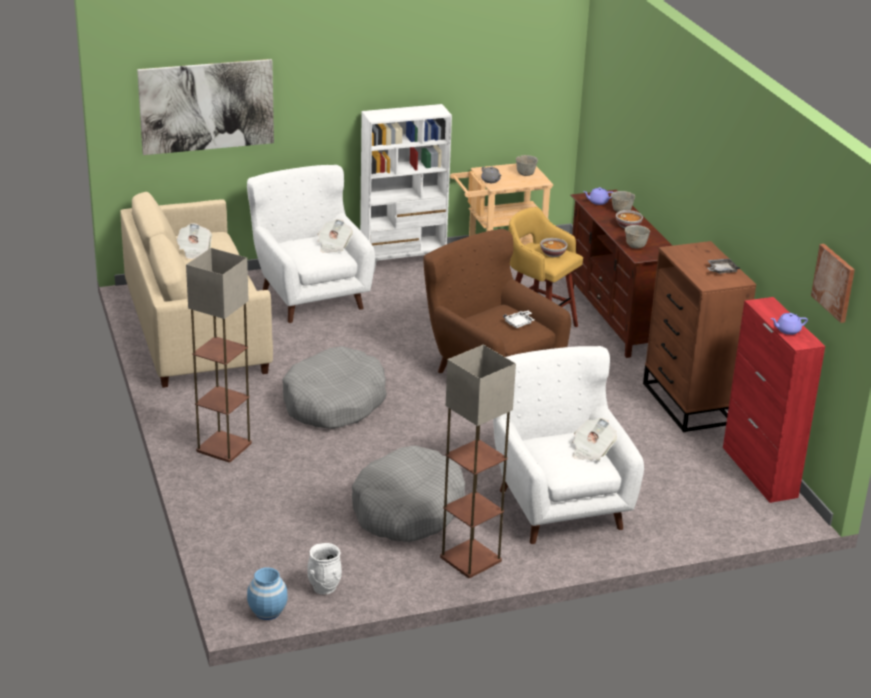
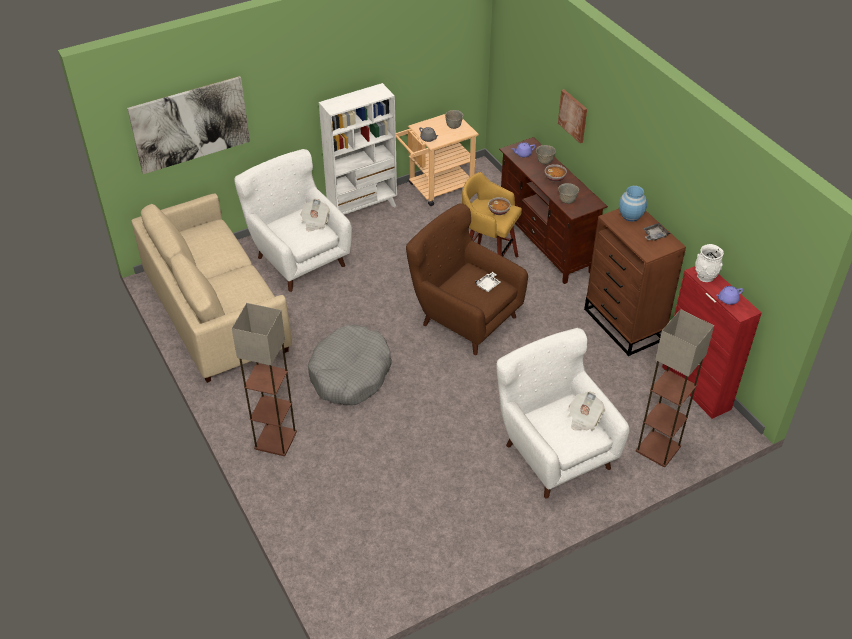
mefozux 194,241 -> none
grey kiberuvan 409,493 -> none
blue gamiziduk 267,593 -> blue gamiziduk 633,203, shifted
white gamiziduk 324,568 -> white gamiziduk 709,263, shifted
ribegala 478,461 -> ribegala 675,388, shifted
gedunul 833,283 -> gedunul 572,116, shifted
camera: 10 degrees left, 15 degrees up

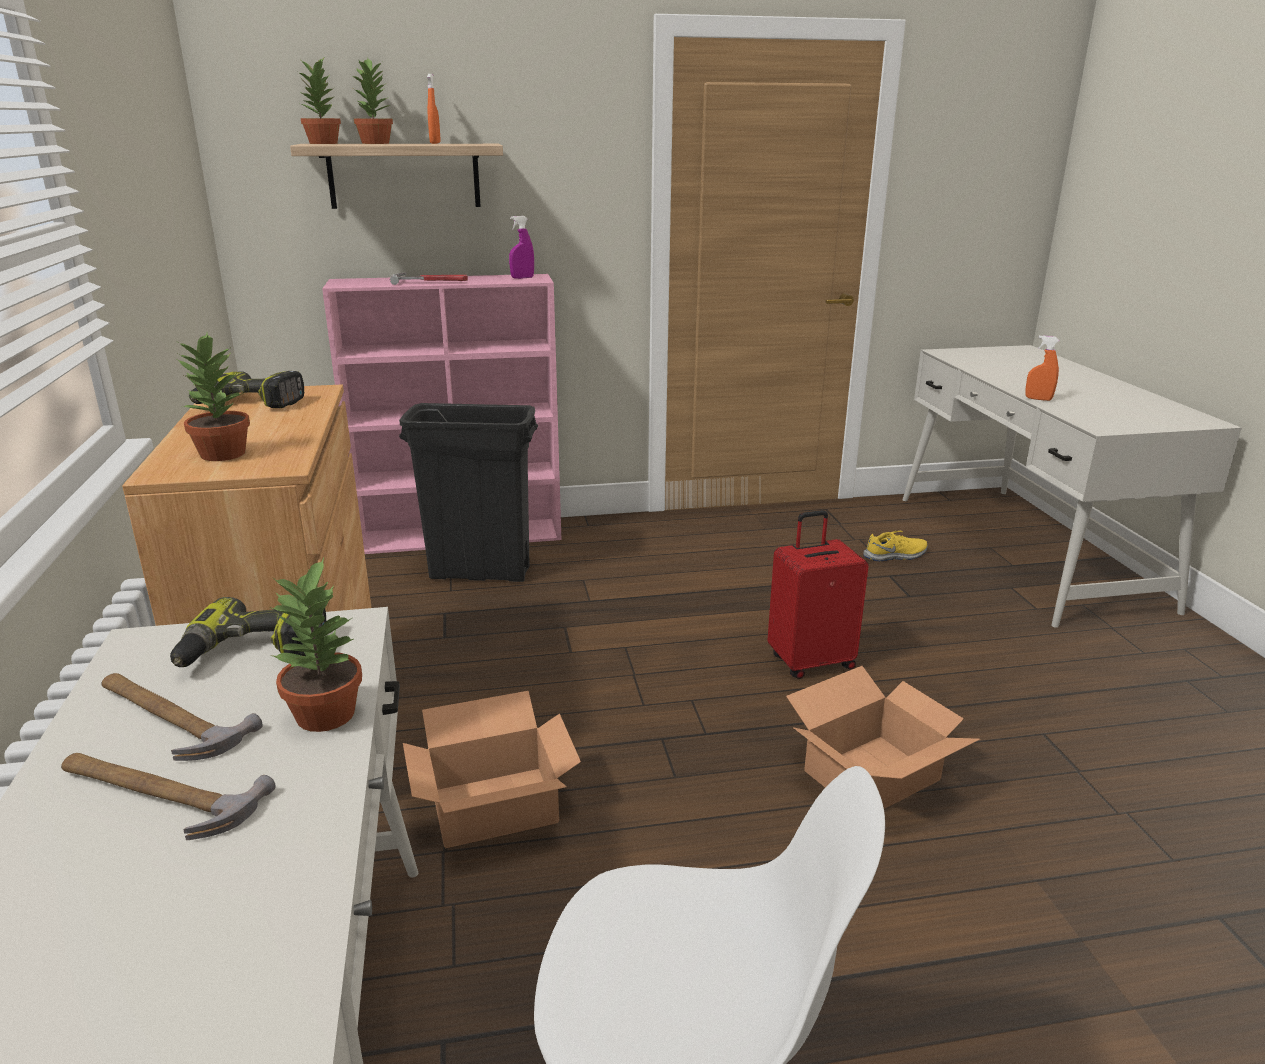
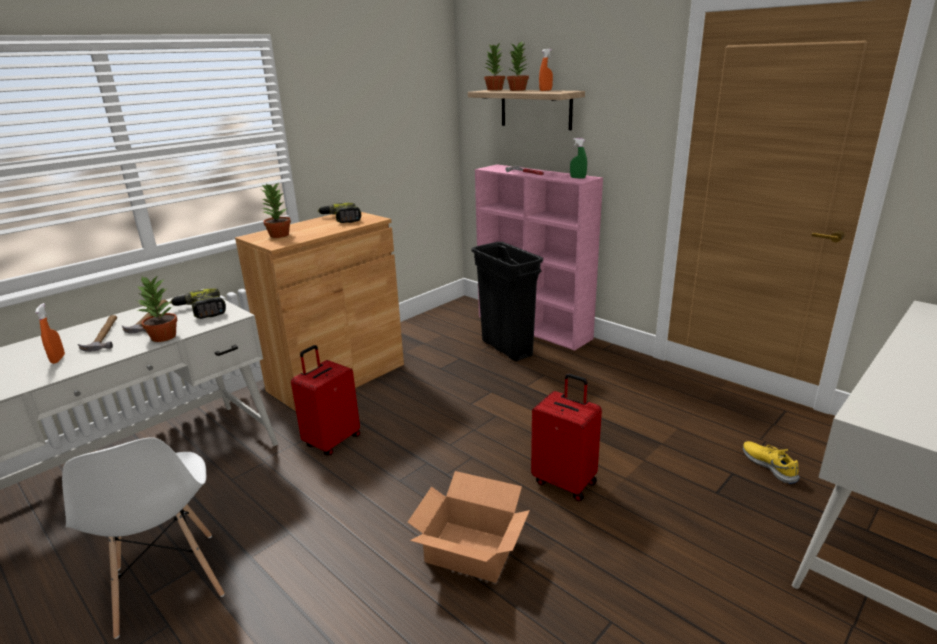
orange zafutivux 1042,368 -> orange zafutivux 50,333, shifted
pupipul 492,769 -> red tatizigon 325,400
purple zafutivux 521,247 -> green zafutivux 578,158
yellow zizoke 895,546 -> yellow zizoke 771,462, 150 degrees counterclockwise
camera: 55 degrees right, 0 degrees up

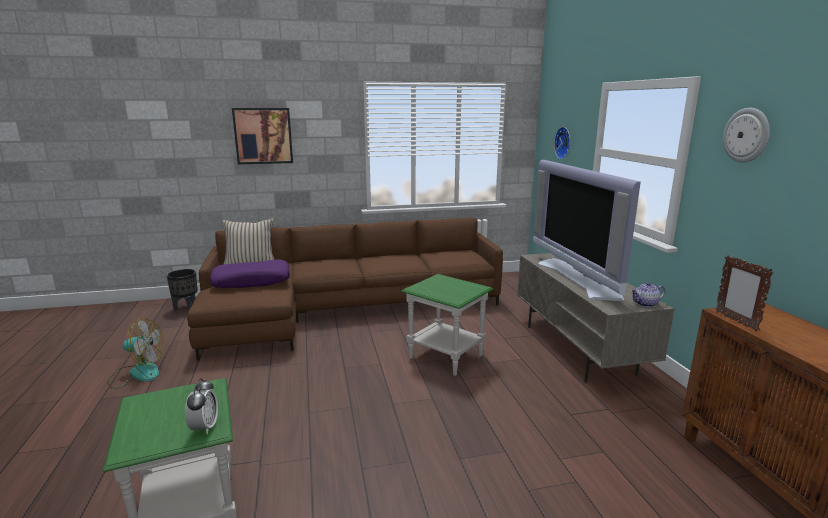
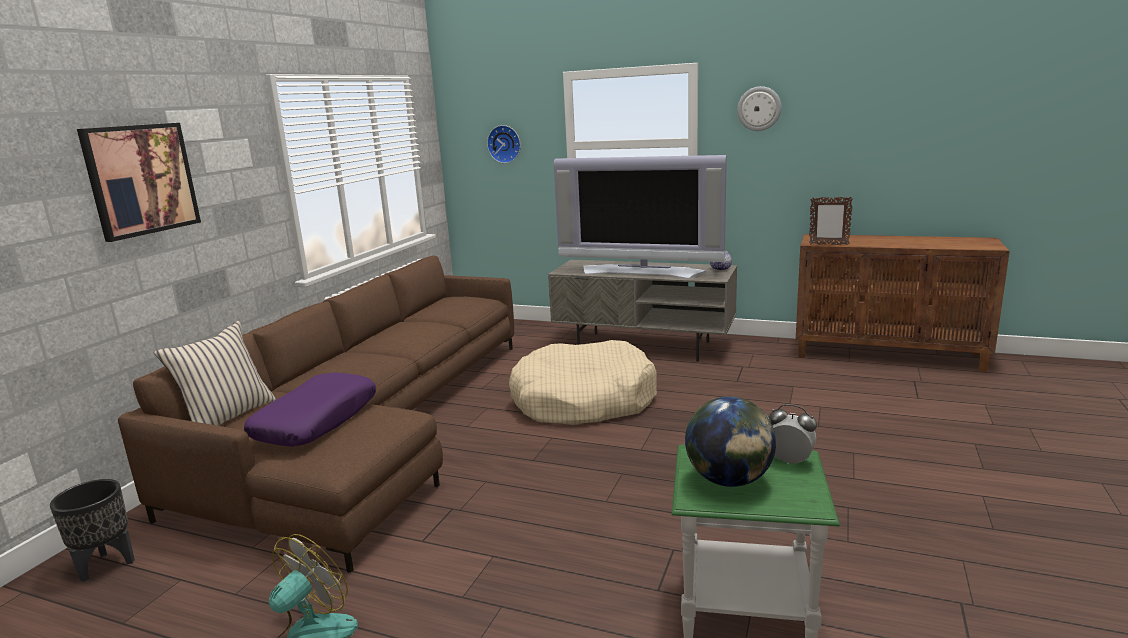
none -> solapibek 730,441
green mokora 447,325 -> beige kiberuvan 583,382
camera: 55 degrees left, 0 degrees up

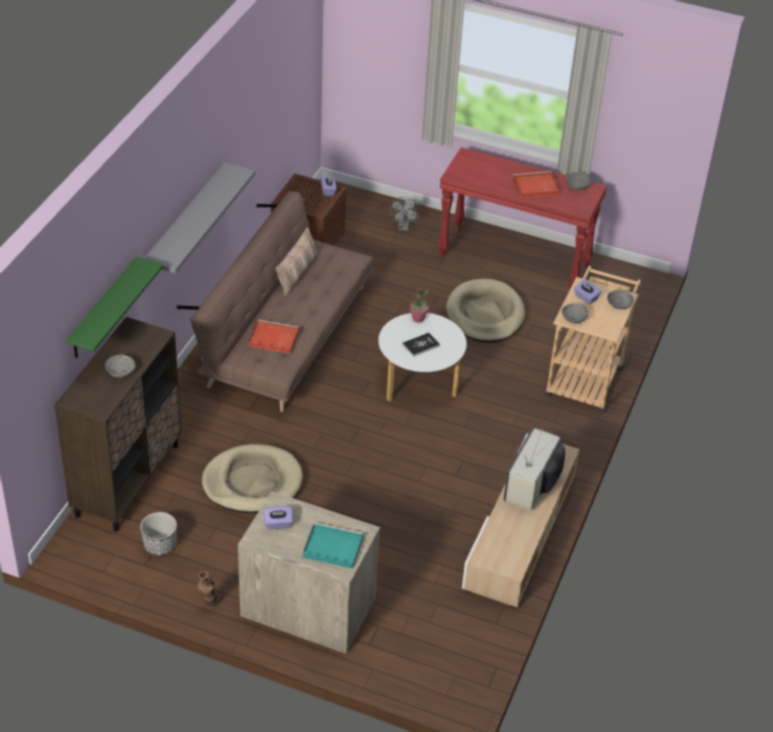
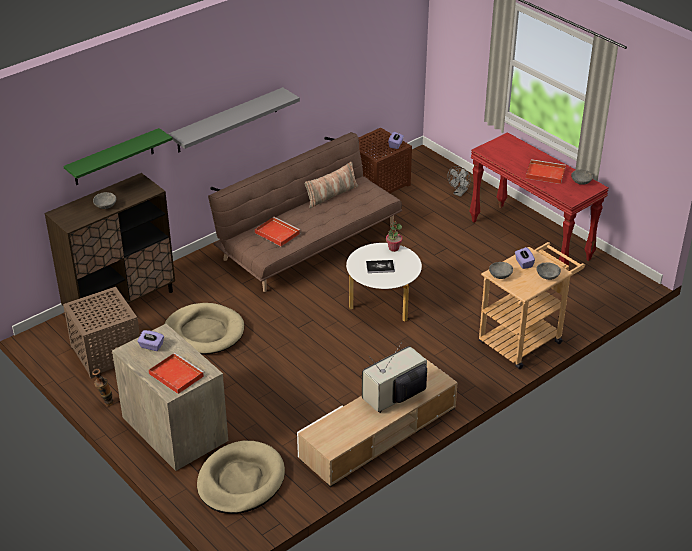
beige kiberuvan 485,310 -> beige kiberuvan 241,477, shifted
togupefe 158,534 -> brown mokora 101,333
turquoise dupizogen 333,545 -> red dupizogen 177,373
camera: 30 degrees right, 5 degrees down

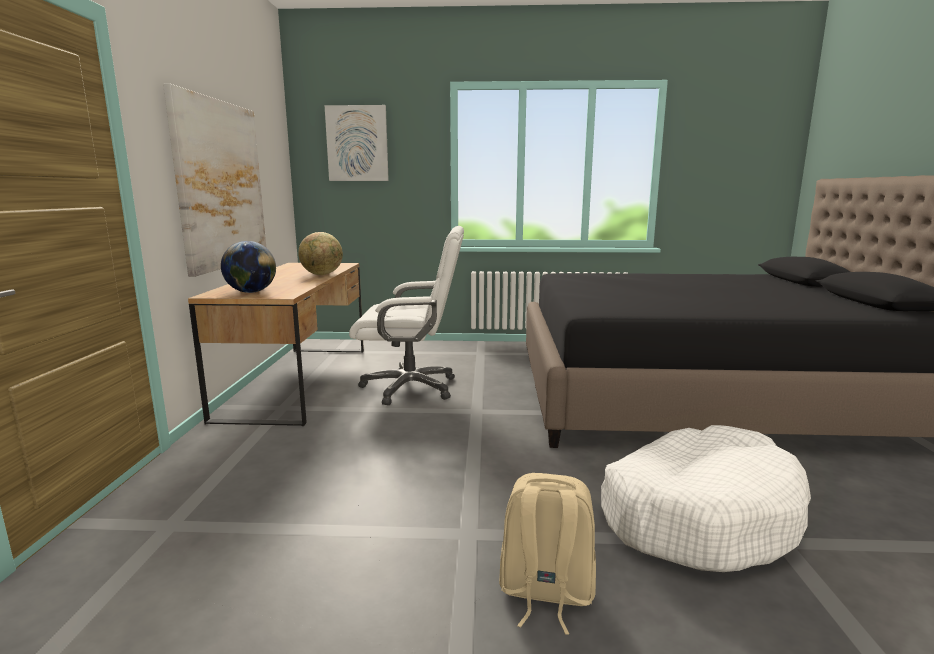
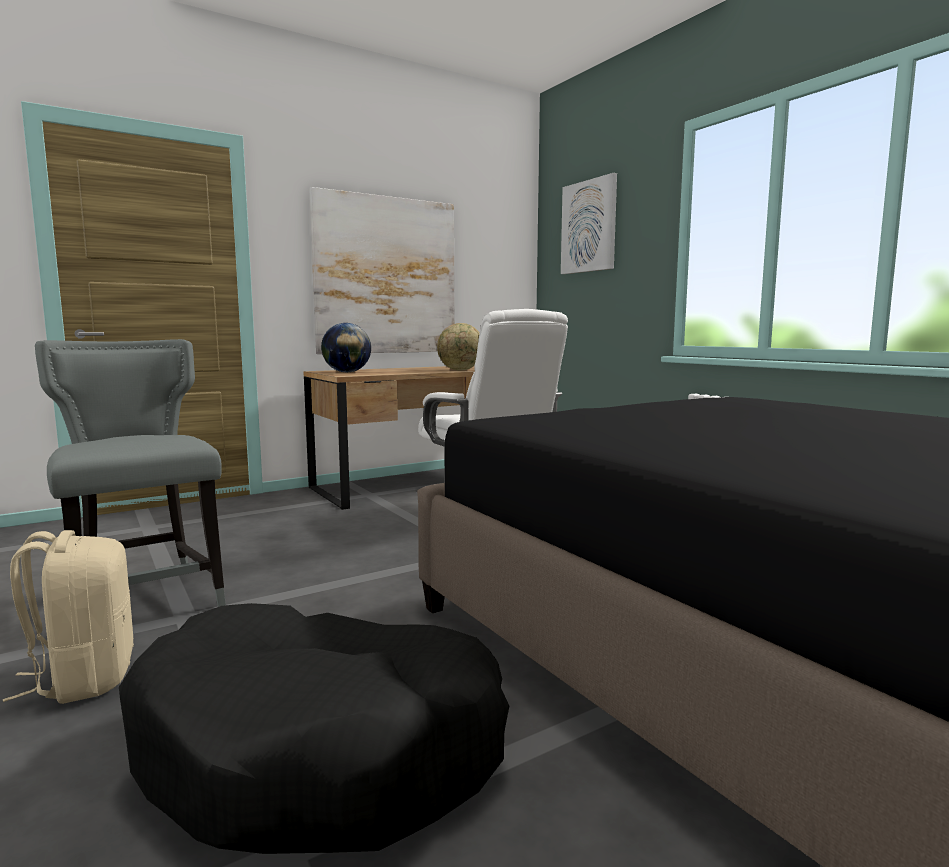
none -> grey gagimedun 130,473
white kiberuvan 706,498 -> black kiberuvan 314,728
camera: 55 degrees right, 5 degrees down

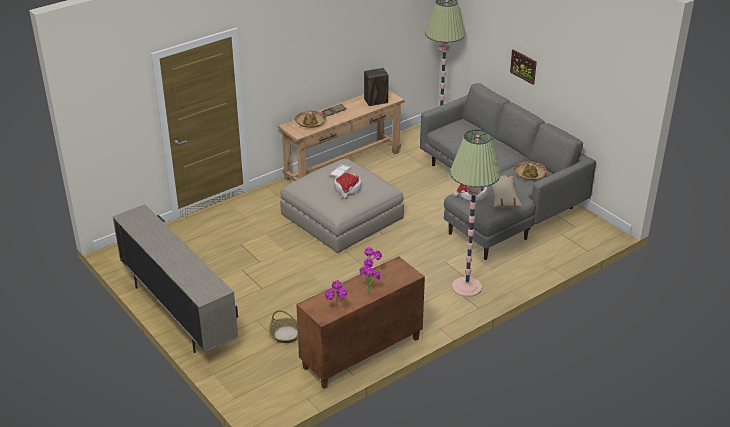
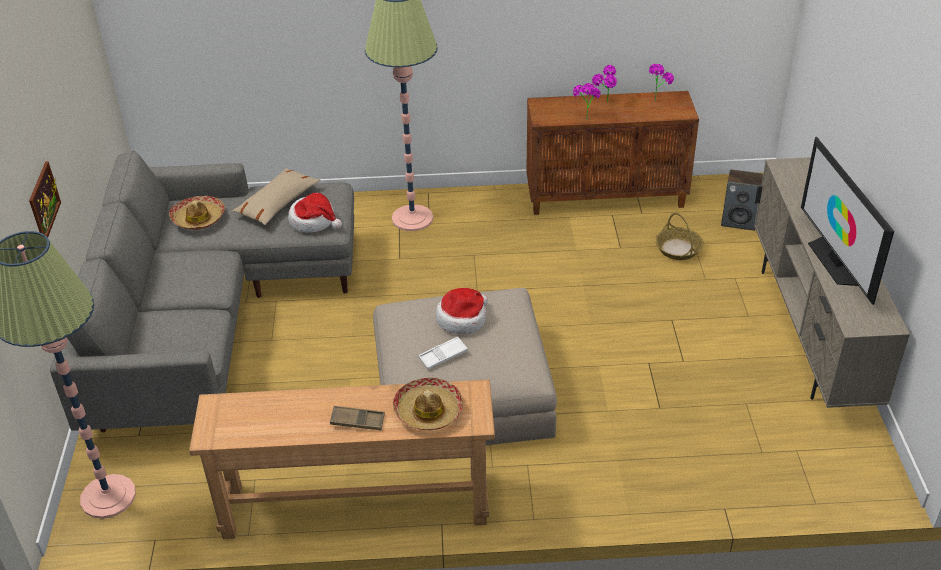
none -> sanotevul 847,221
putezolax 376,87 -> putezolax 742,200, shifted
camera: 145 degrees left, 5 degrees up

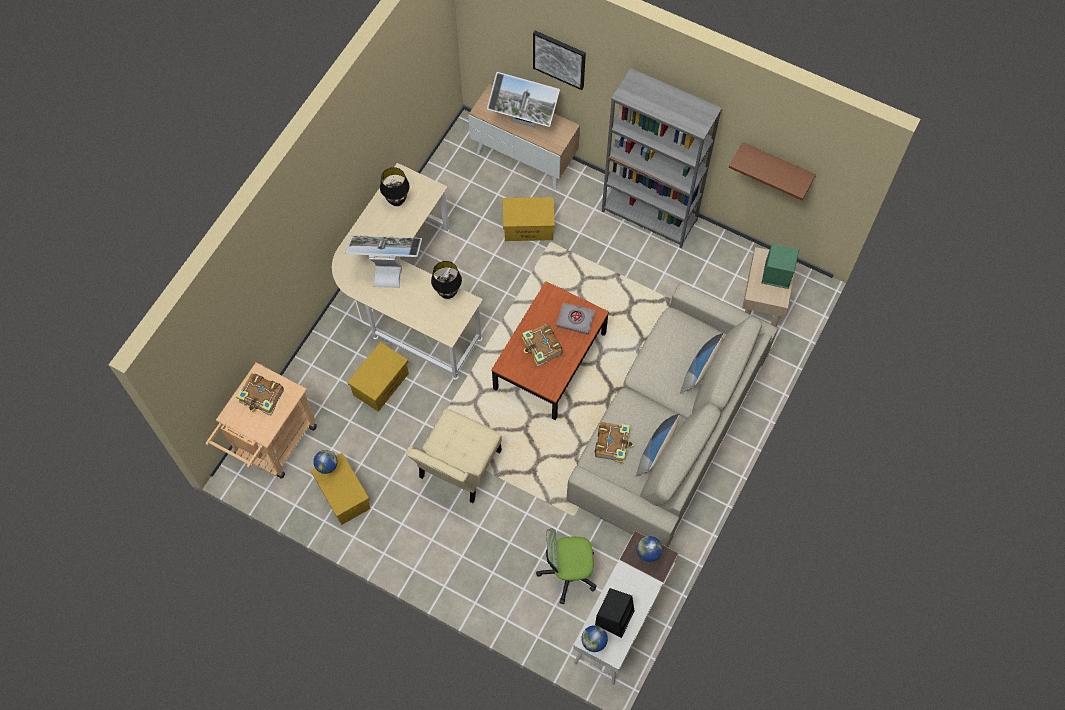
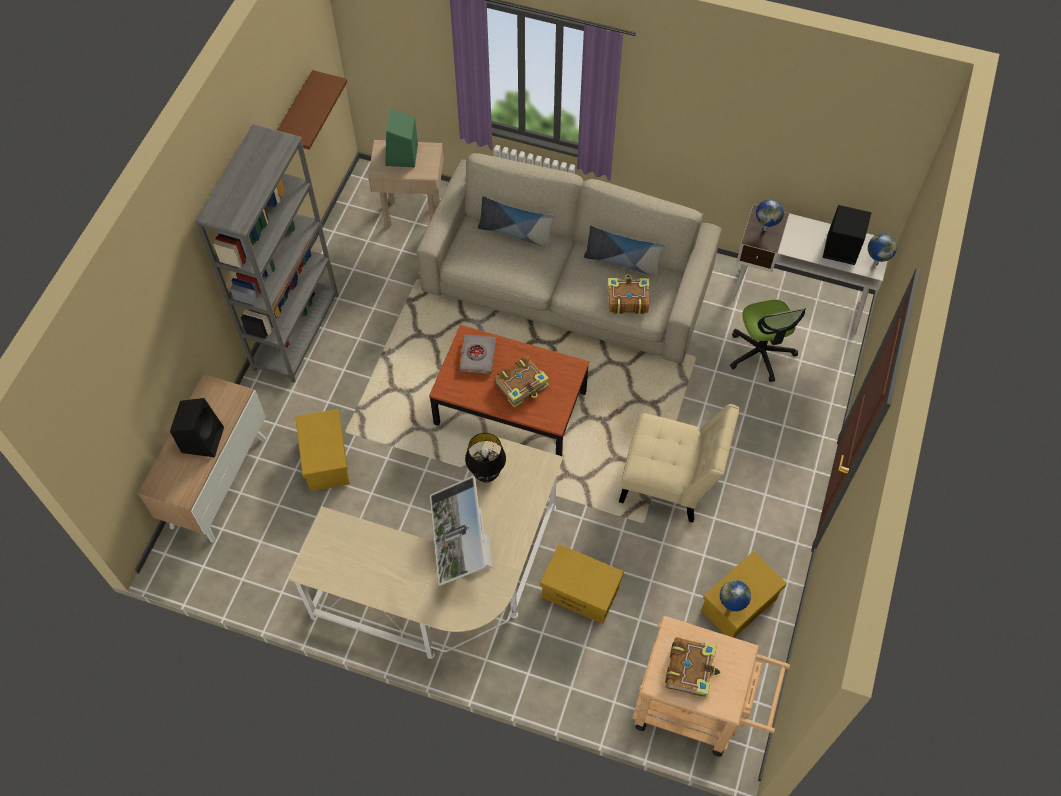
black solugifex 395,186 -> none
gedunul 559,60 -> none
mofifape 523,99 -> black putezolax 197,427
camera: 100 degrees left, 5 degrees down

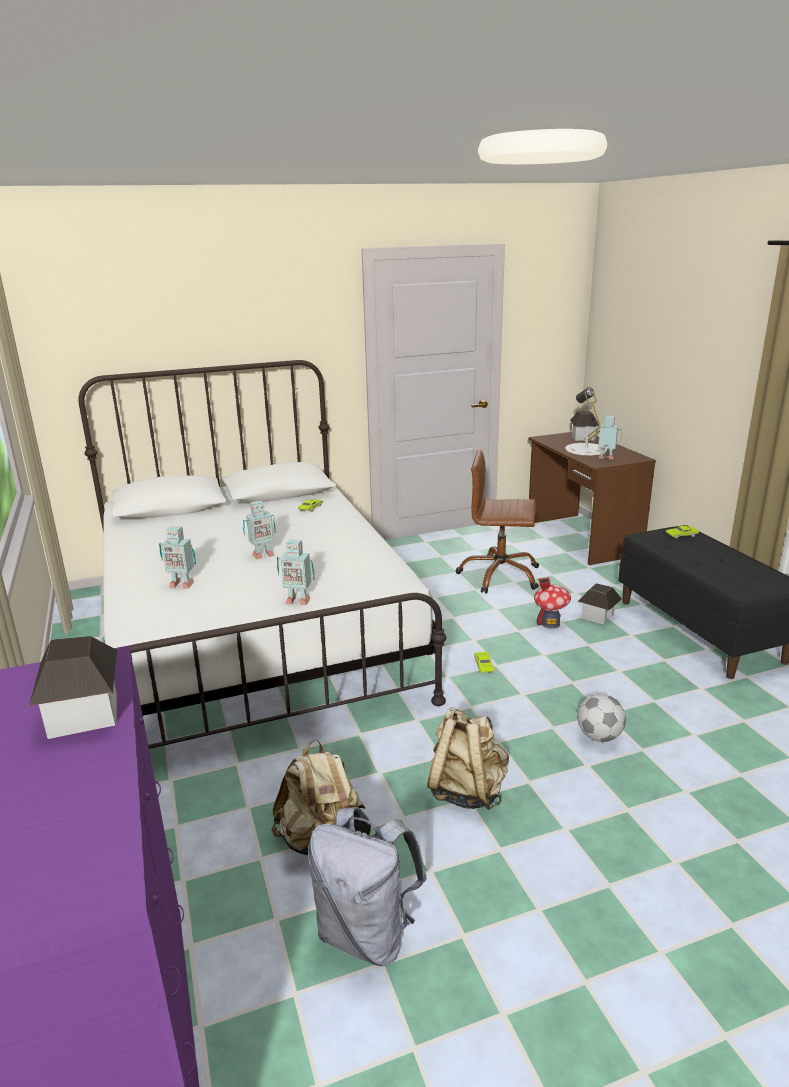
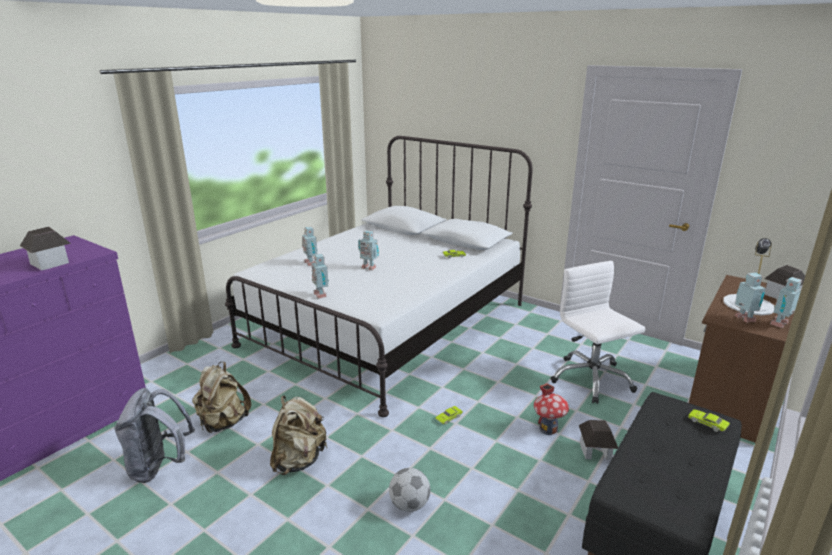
none -> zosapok 786,302
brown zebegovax 497,521 -> white zebegovax 597,332
camera: 55 degrees right, 0 degrees up

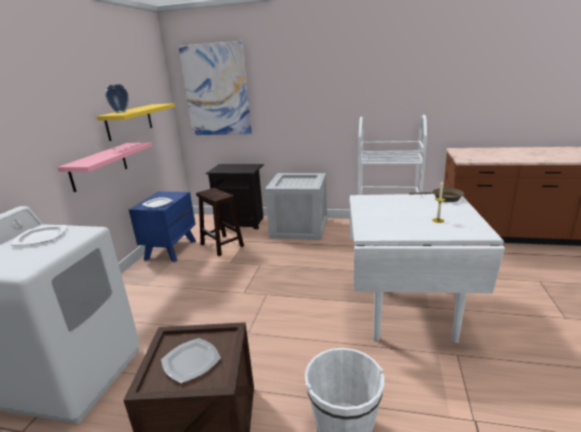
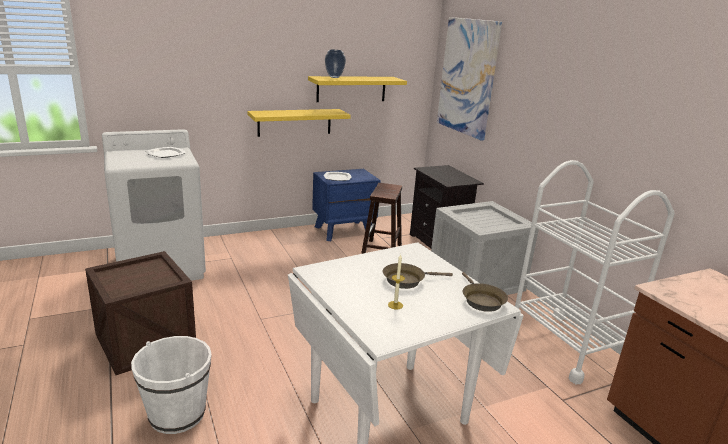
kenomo 191,360 -> none
none -> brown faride 418,276
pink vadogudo 104,167 -> yellow vadogudo 299,123
camera: 50 degrees right, 0 degrees up

